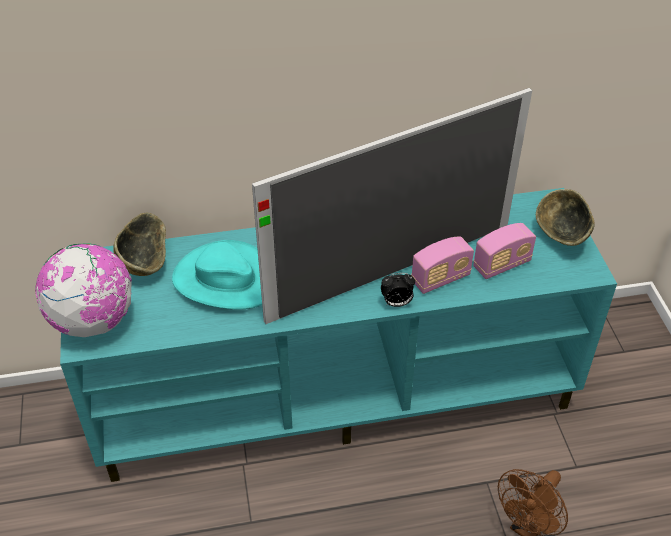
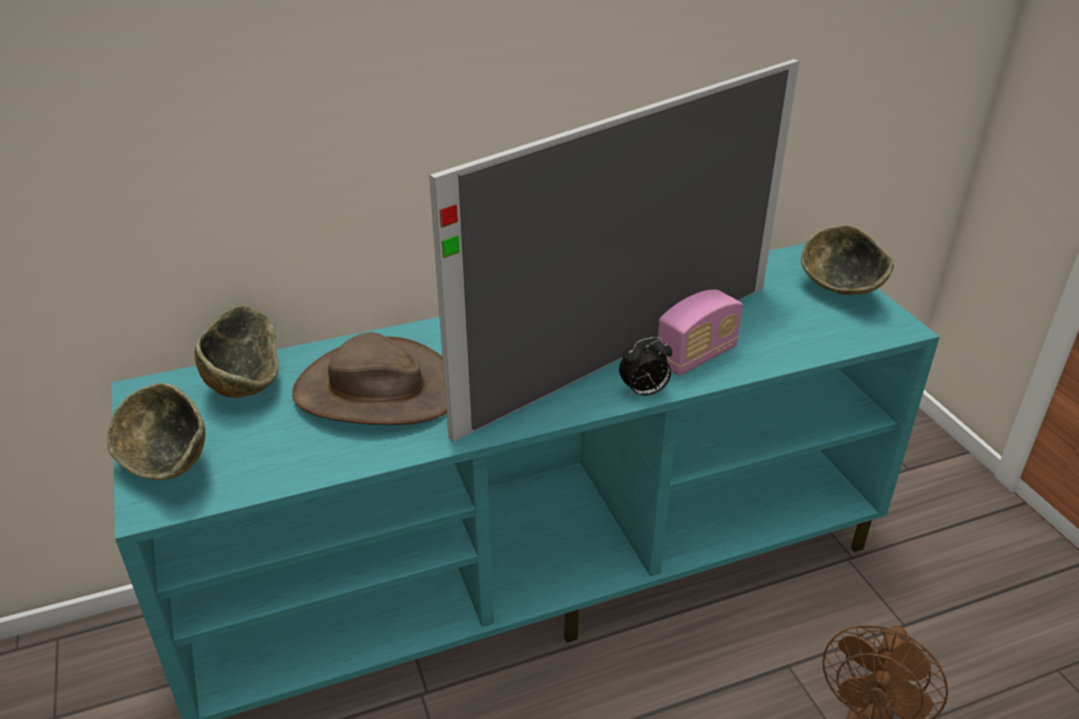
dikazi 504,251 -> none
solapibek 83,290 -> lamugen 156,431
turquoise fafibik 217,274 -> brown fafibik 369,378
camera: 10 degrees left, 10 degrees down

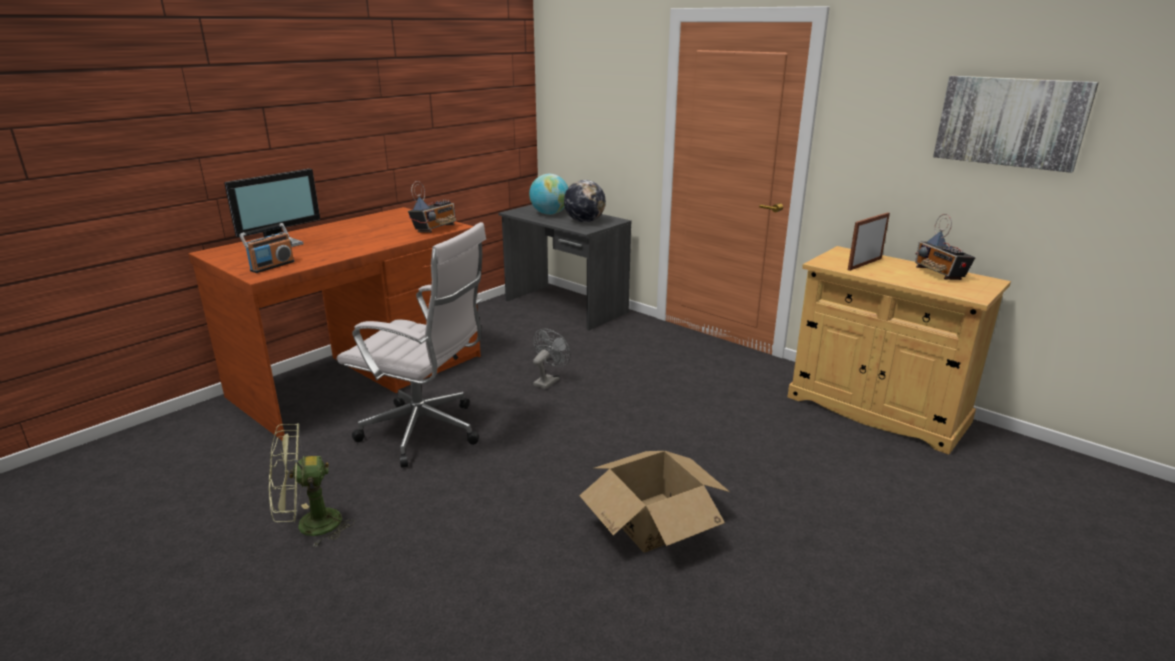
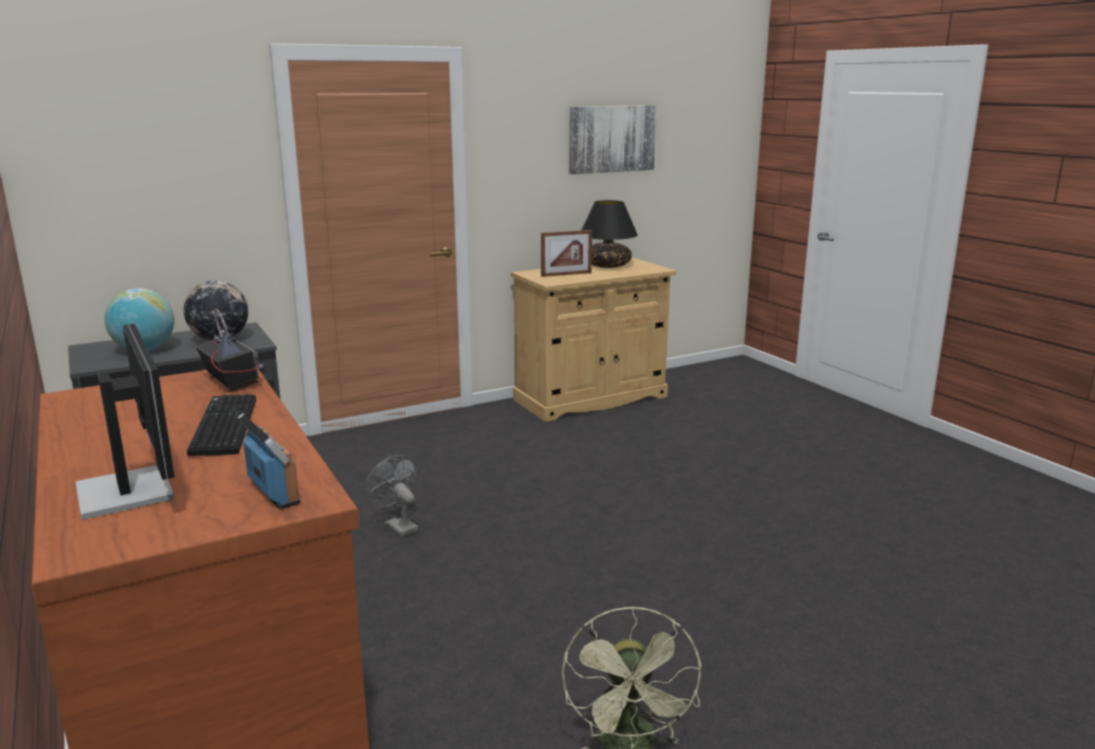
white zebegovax 411,345 -> none
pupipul 654,502 -> none
none -> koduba 221,425
dikazi 945,247 -> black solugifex 610,234
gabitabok 869,241 -> gabitabok 566,253, 90 degrees counterclockwise
camera: 70 degrees left, 5 degrees down

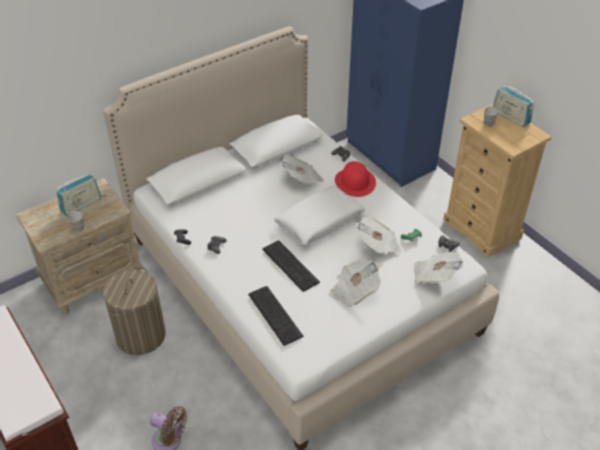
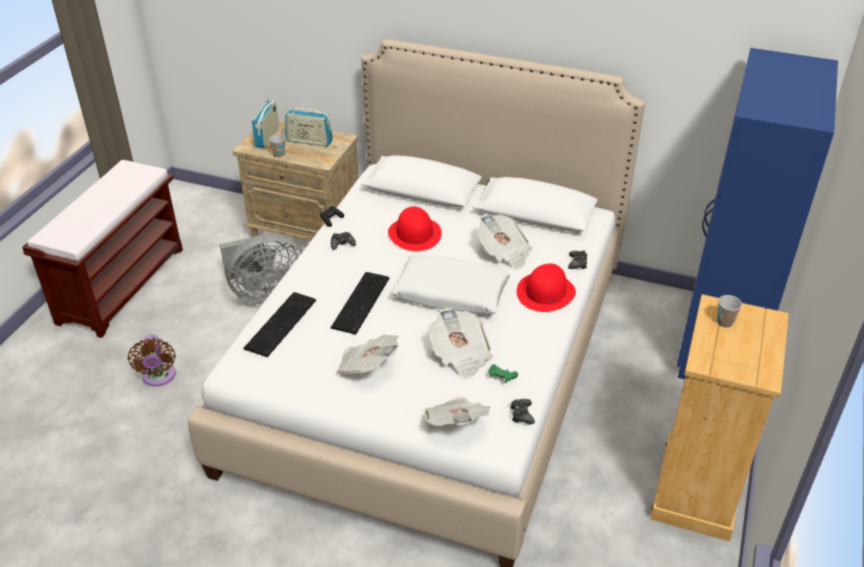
none -> red fafibik 415,229
dikazi 513,105 -> dikazi 265,122, shifted
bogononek 134,311 -> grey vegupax 261,269
camera: 55 degrees right, 5 degrees down

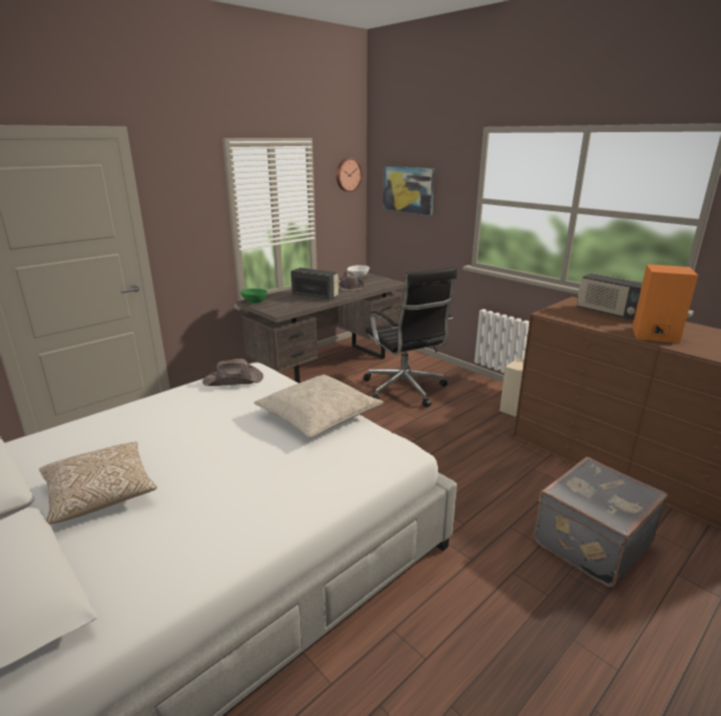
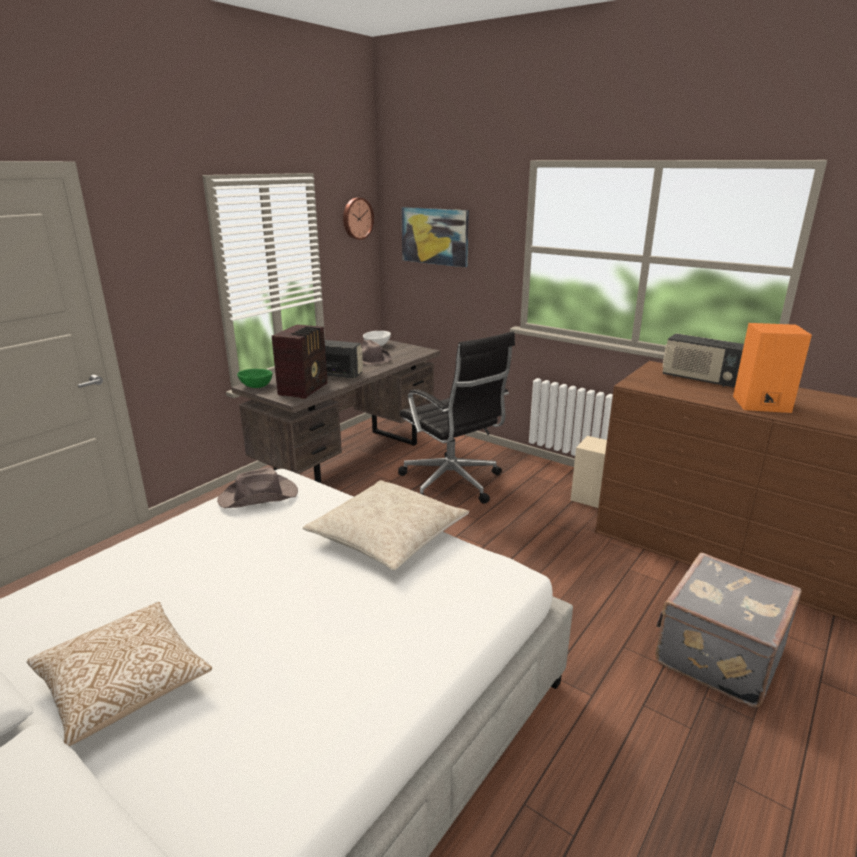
none -> dikazi 299,361
camera: 10 degrees left, 0 degrees up

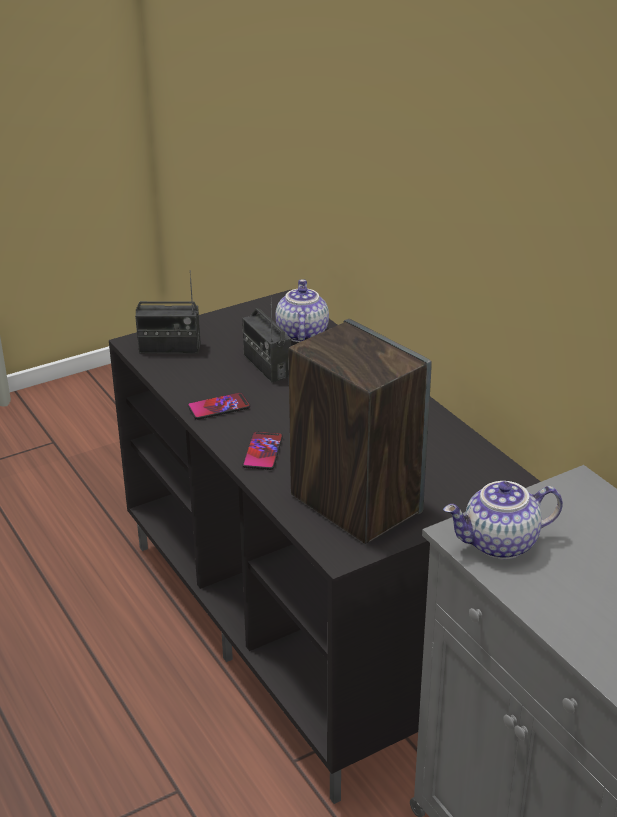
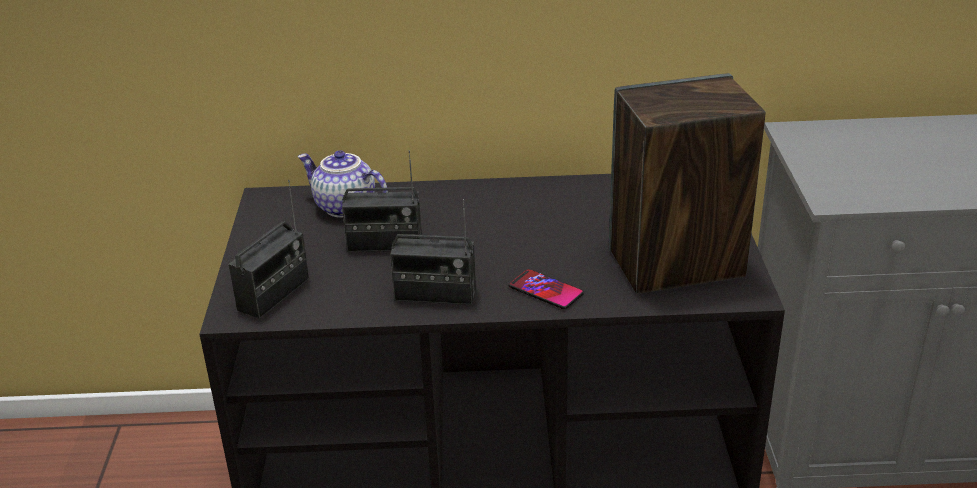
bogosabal 503,520 -> none
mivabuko 219,406 -> dikazi 433,252
camera: 60 degrees left, 0 degrees up

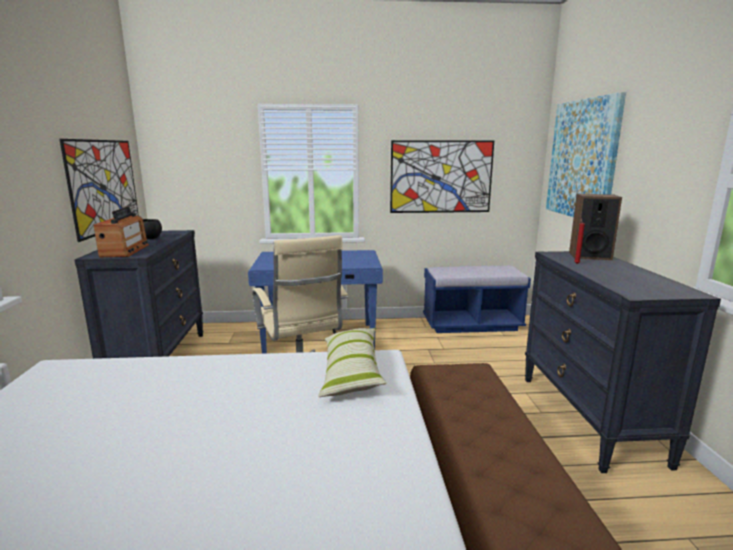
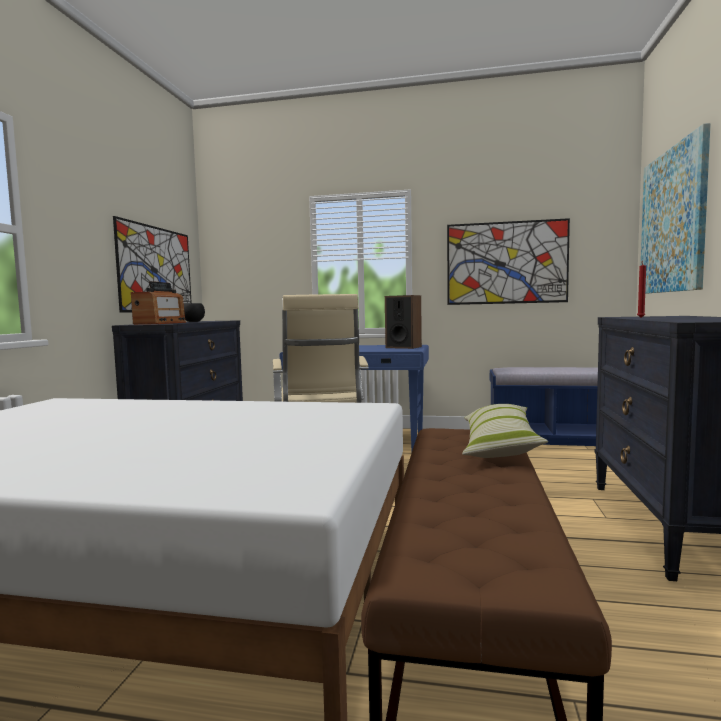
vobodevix 352,362 -> vobodevix 505,431, shifted
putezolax 595,227 -> putezolax 403,322, shifted
camera: 15 degrees right, 10 degrees down

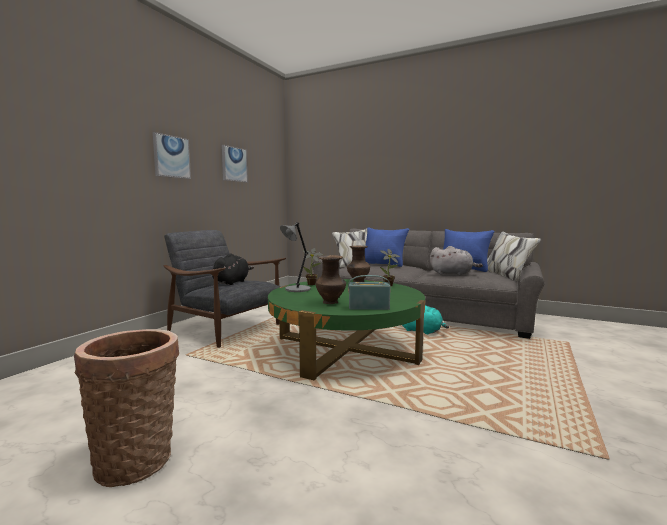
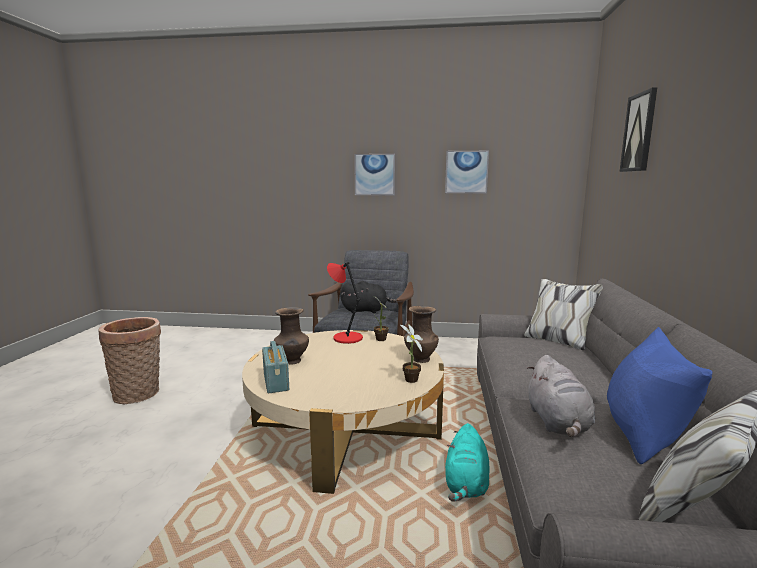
blue vobodevix 387,247 -> none
none -> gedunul 639,129
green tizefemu 346,329 -> beige tizefemu 343,412
grey solugifex 295,257 -> red solugifex 345,303
camera: 70 degrees right, 5 degrees up

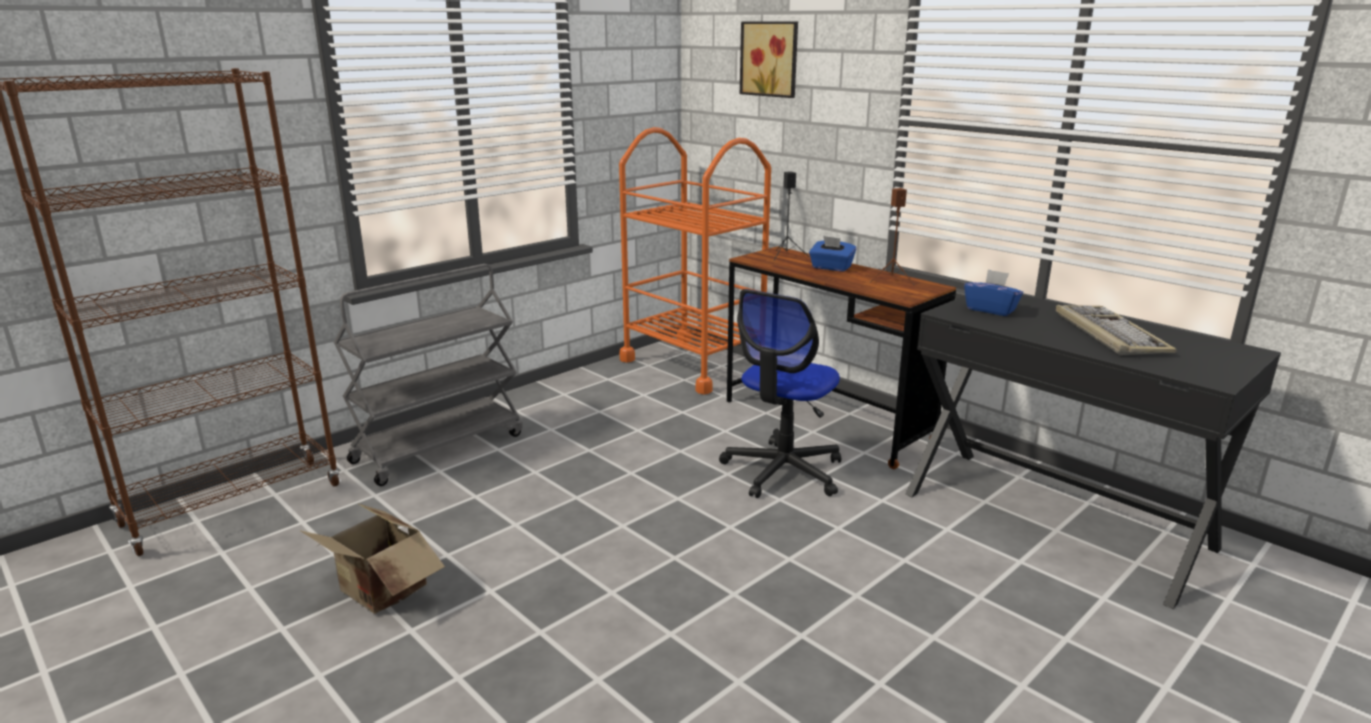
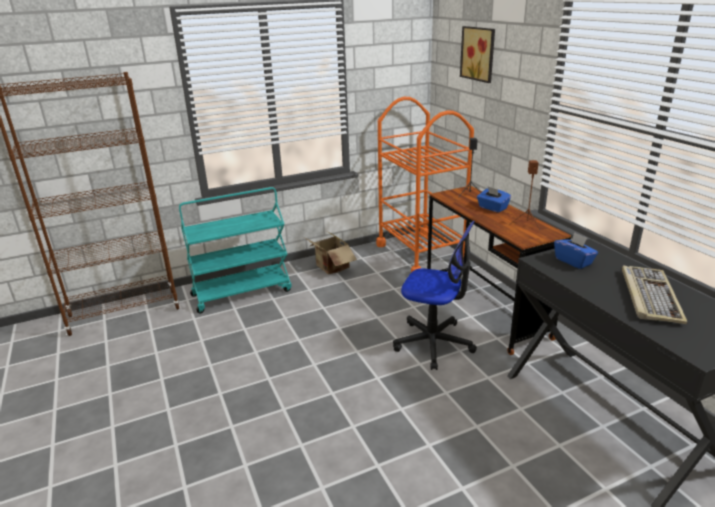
pupipul 372,558 -> pupipul 330,253, shifted
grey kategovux 428,375 -> turquoise kategovux 235,250
zebegovax 780,393 -> zebegovax 435,295, 120 degrees counterclockwise
camera: 20 degrees right, 5 degrees up

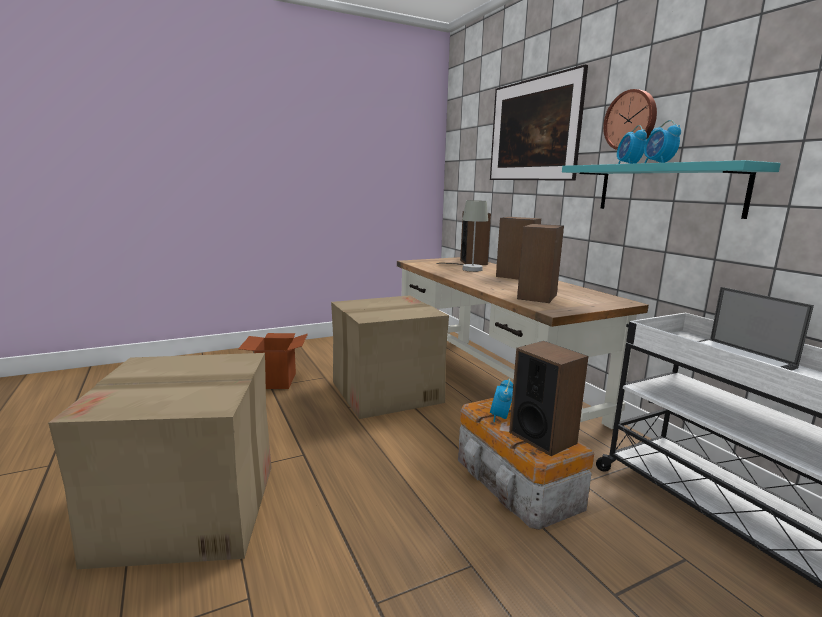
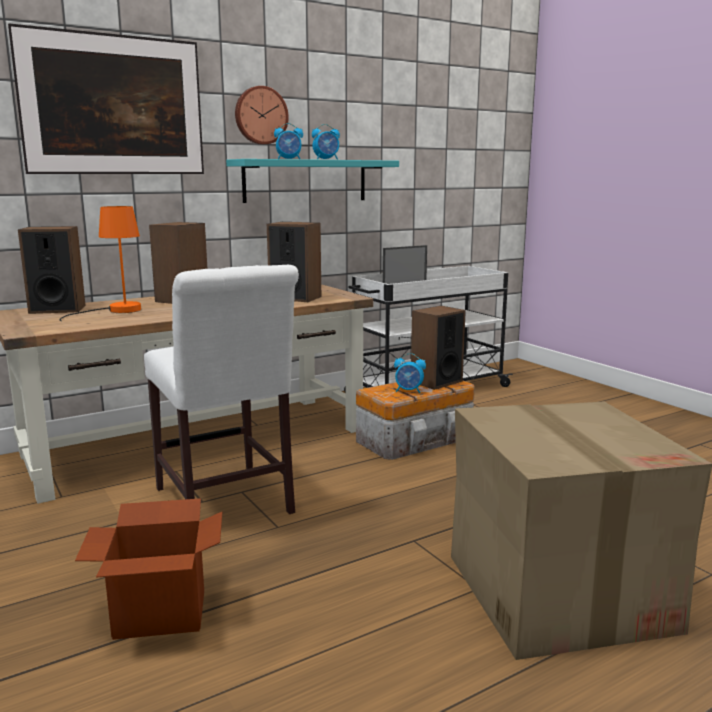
pupipul 390,357 -> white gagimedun 221,389
grey solugifex 462,236 -> orange solugifex 100,264
camera: 95 degrees left, 0 degrees up

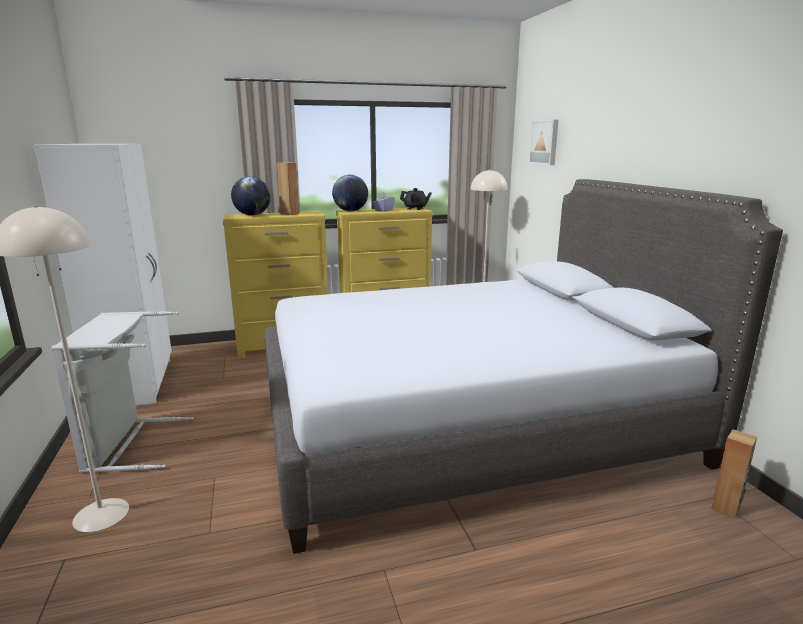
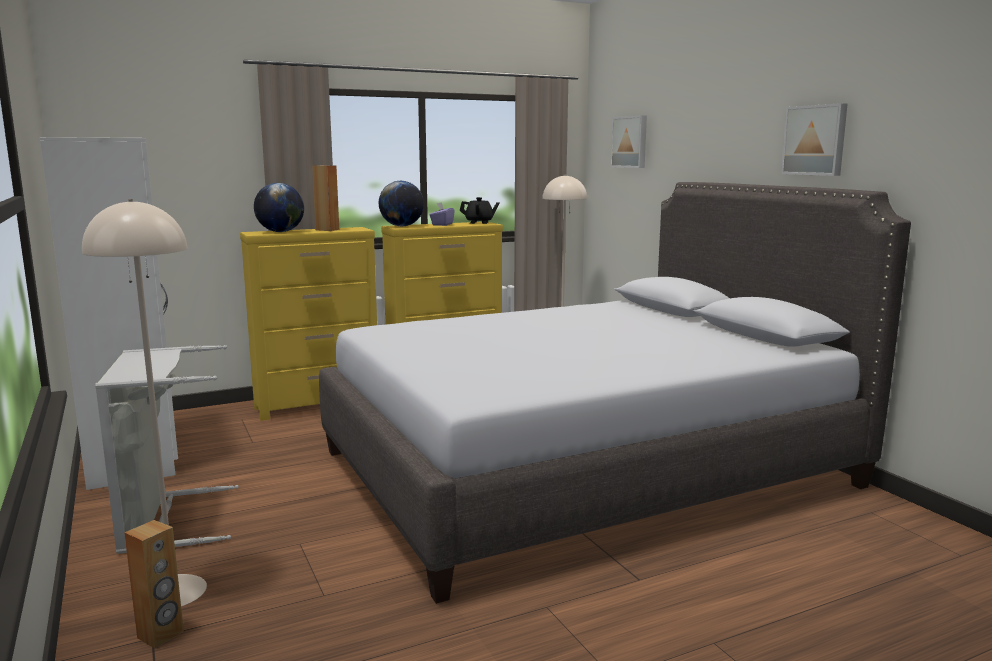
none -> gedunul 814,139
brown putezolax 734,474 -> brown putezolax 154,584, shifted
camera: 10 degrees left, 5 degrees down

